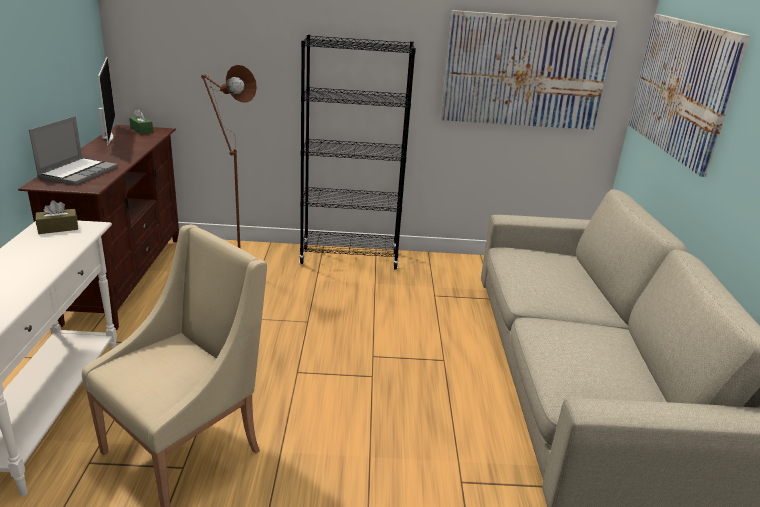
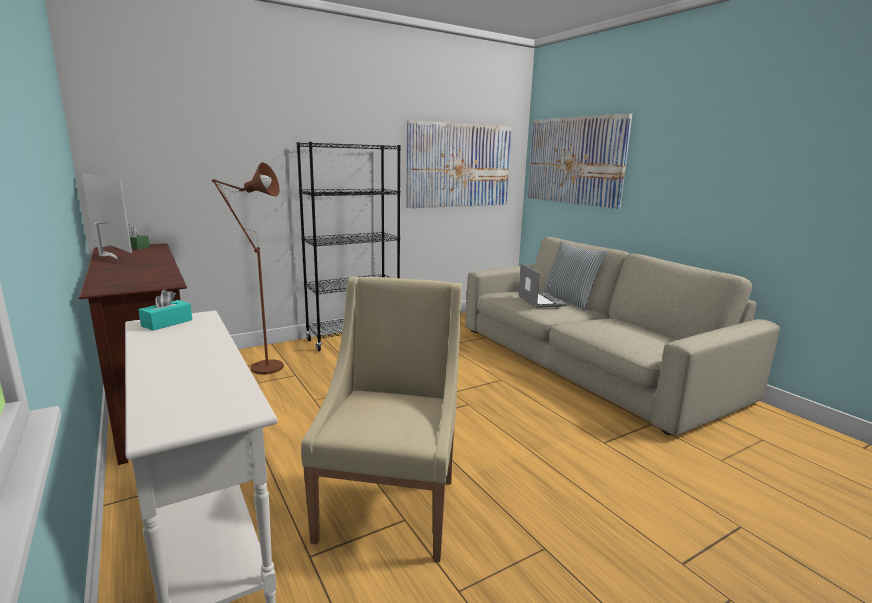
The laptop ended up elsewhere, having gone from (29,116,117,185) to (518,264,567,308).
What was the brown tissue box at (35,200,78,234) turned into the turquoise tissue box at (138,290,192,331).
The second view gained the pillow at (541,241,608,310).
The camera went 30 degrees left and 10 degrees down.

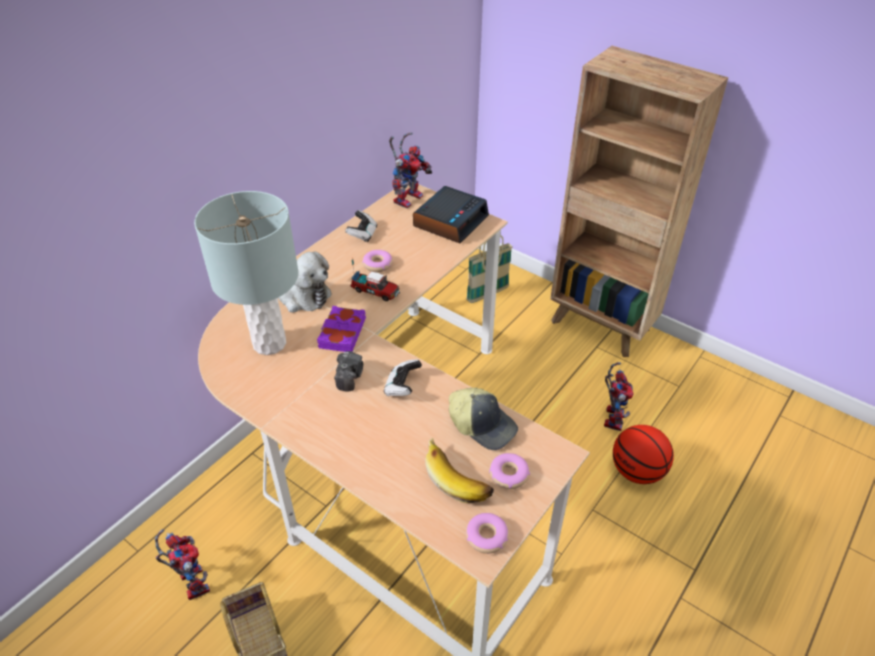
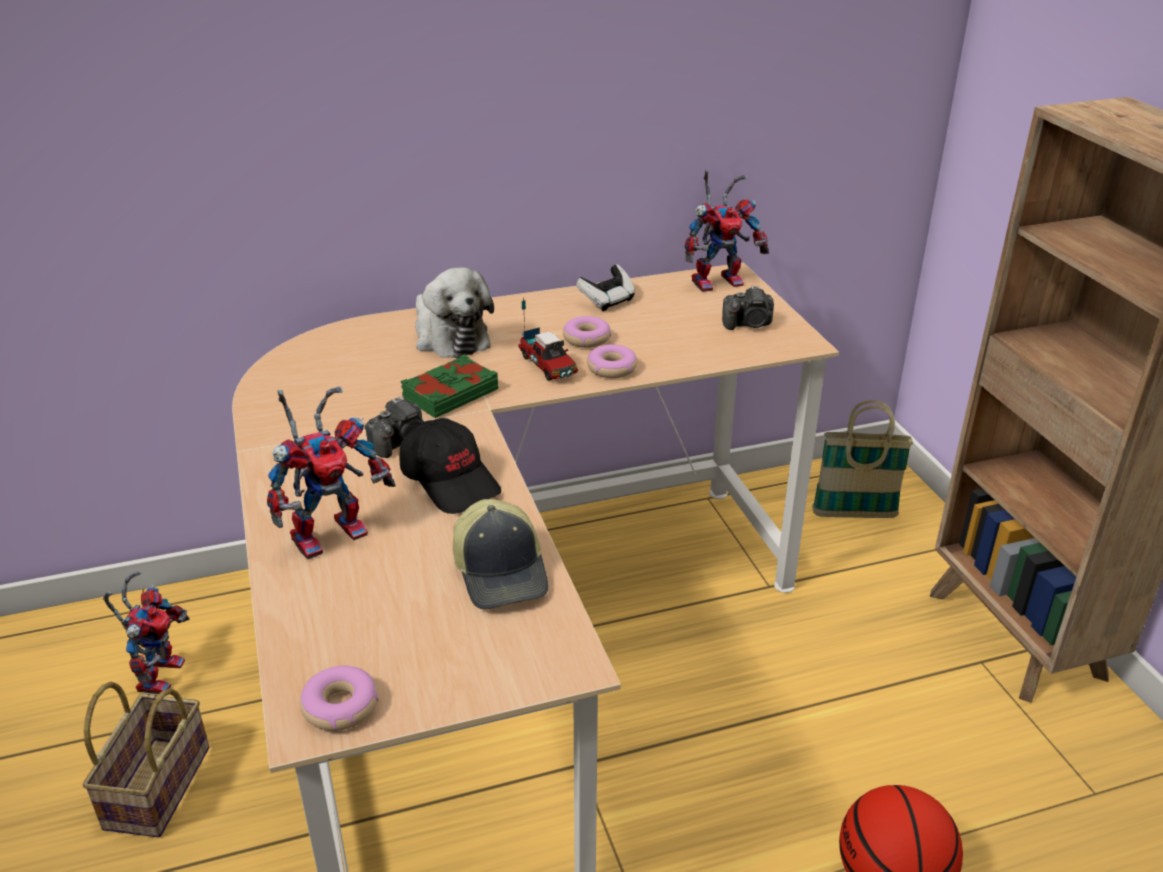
Where the alarm clock stood at (413,186,489,243), the photo camera came to stand at (722,286,774,330).
The second view lost the grey table lamp at (194,191,298,355).
What was the purple book at (317,306,366,352) turned into the green book at (400,355,498,418).
Where the game controller stood at (384,359,422,396), the black cap came to stand at (399,418,501,514).
The toy robot ended up elsewhere, having gone from (604,362,634,431) to (267,387,396,560).
The second view lost the banana at (425,438,494,503).
The donut ended up elsewhere, having gone from (489,453,530,489) to (587,344,638,378).
The camera went 35 degrees right and 10 degrees down.

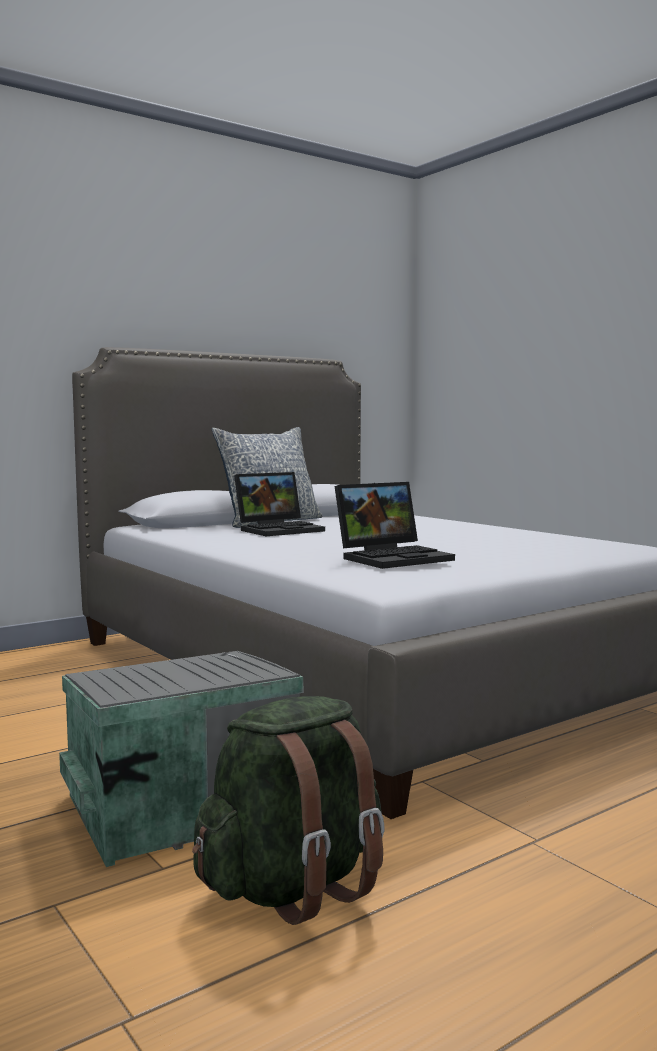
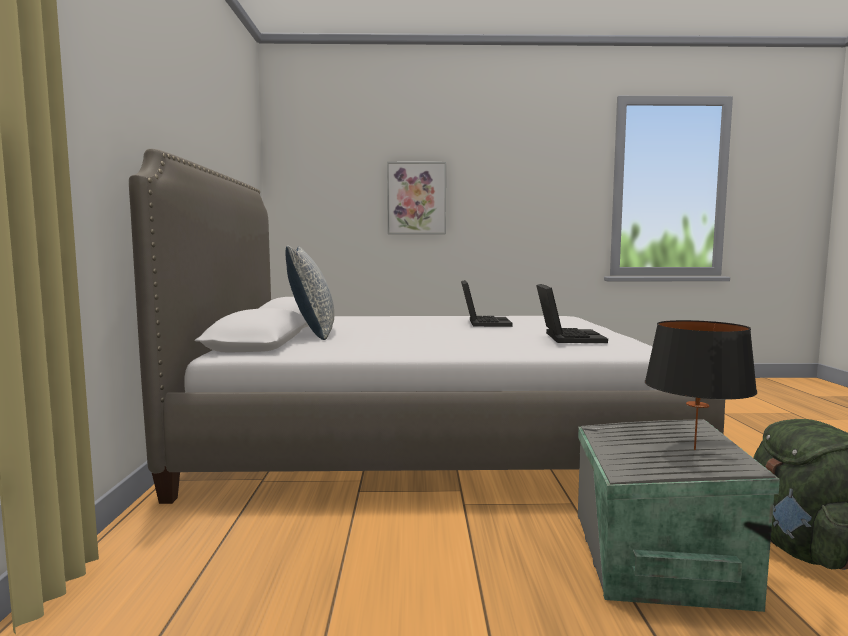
The laptop ended up elsewhere, having gone from (234,472,325,536) to (461,280,513,327).
The second view gained the picture at (387,162,446,234).
The second view gained the black table lamp at (645,320,757,450).
The camera went 55 degrees left and 0 degrees up.

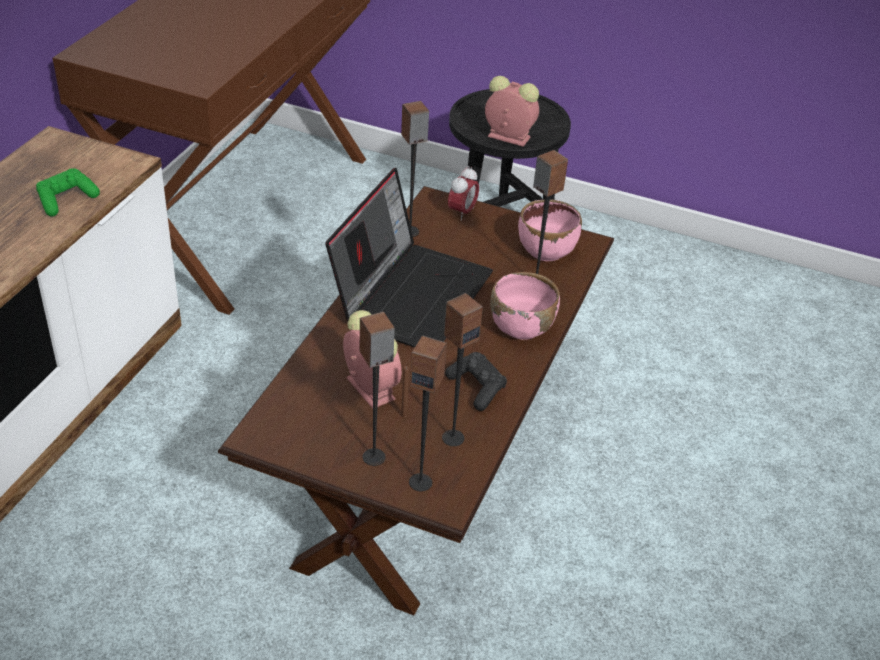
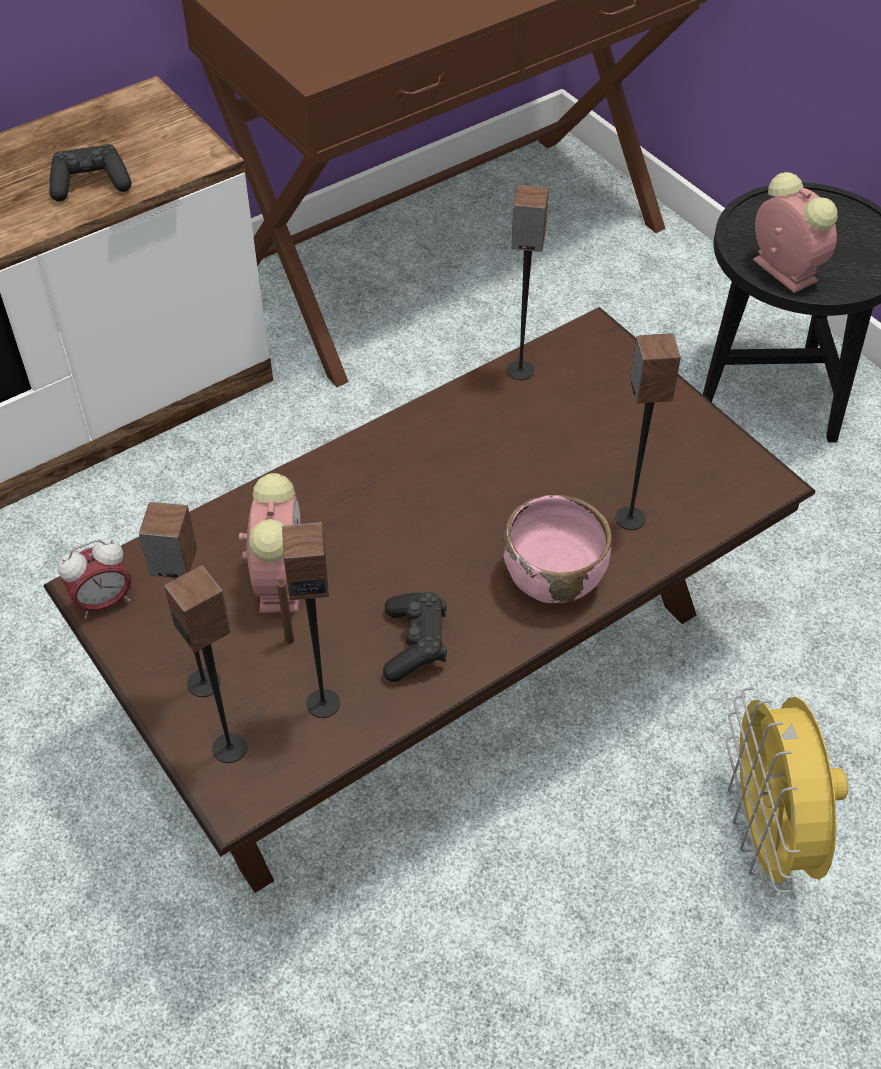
The alarm clock ended up elsewhere, having gone from (448,166,479,221) to (57,539,131,619).
What was the green game controller at (36,168,100,216) turned into the black game controller at (50,144,132,202).
The second view lost the laptop at (325,168,493,347).
The second view lost the pink bowl at (518,199,582,261).
The second view gained the yellow fan at (726,687,848,897).
The camera went 35 degrees right and 10 degrees up.

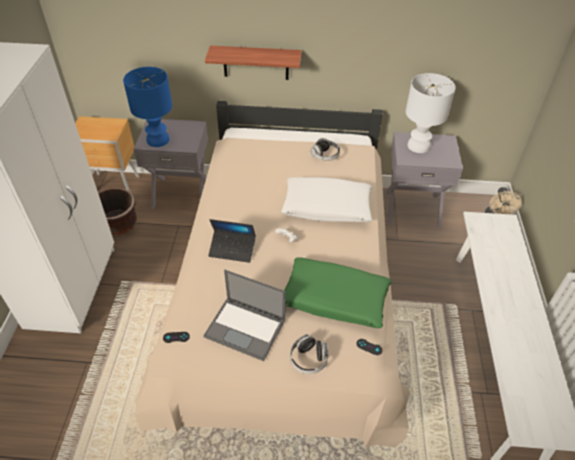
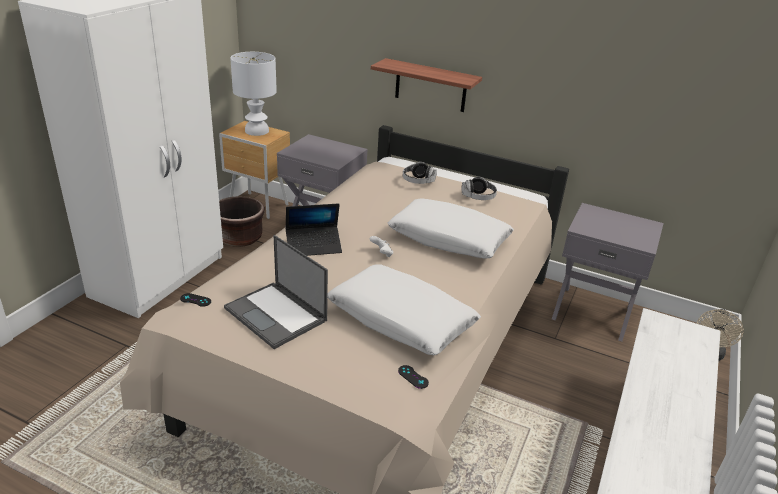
The second view lost the blue table lamp at (123,67,172,147).
The white table lamp ended up elsewhere, having gone from (406,73,456,153) to (230,52,277,136).
The laptop at (208,219,256,263) ended up facing another way, 45 degrees counterclockwise from before.
What was the green pillow at (284,257,392,328) turned into the white pillow at (327,264,481,355).
The headphones ended up elsewhere, having gone from (290,334,328,374) to (403,162,437,184).
The camera went 20 degrees right and 15 degrees down.

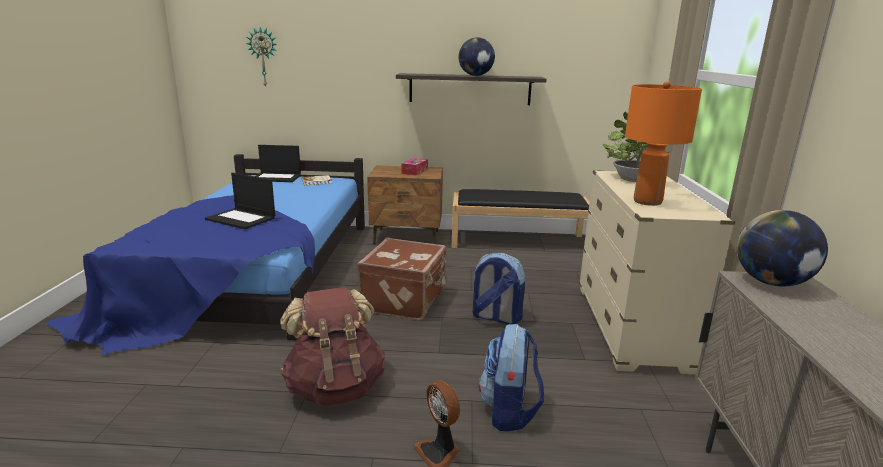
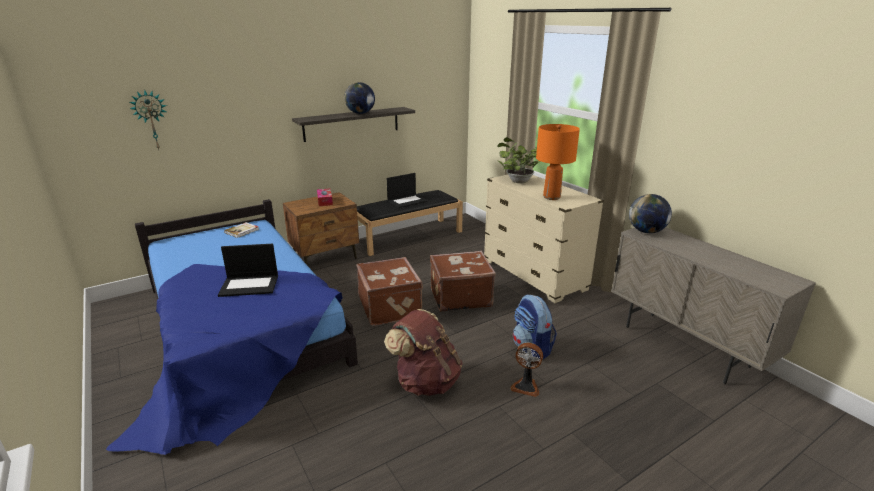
The laptop ended up elsewhere, having gone from (255,145,301,182) to (387,173,428,208).
Where the backpack stood at (472,253,525,325), the brown suitcase came to stand at (430,251,496,312).
The camera went 35 degrees left and 5 degrees up.

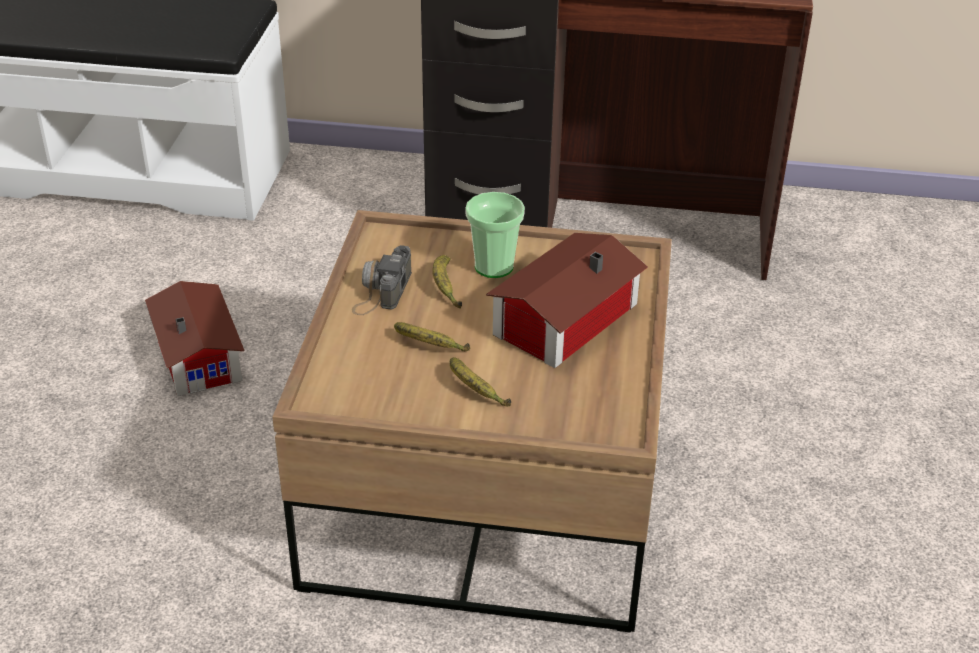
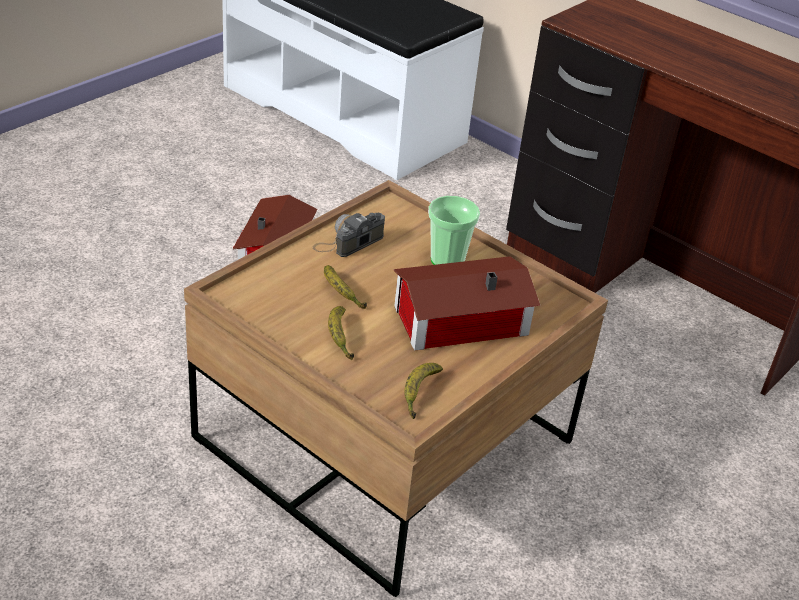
The banana ended up elsewhere, having gone from (432,255,462,309) to (404,363,443,419).
The camera went 30 degrees right and 0 degrees up.

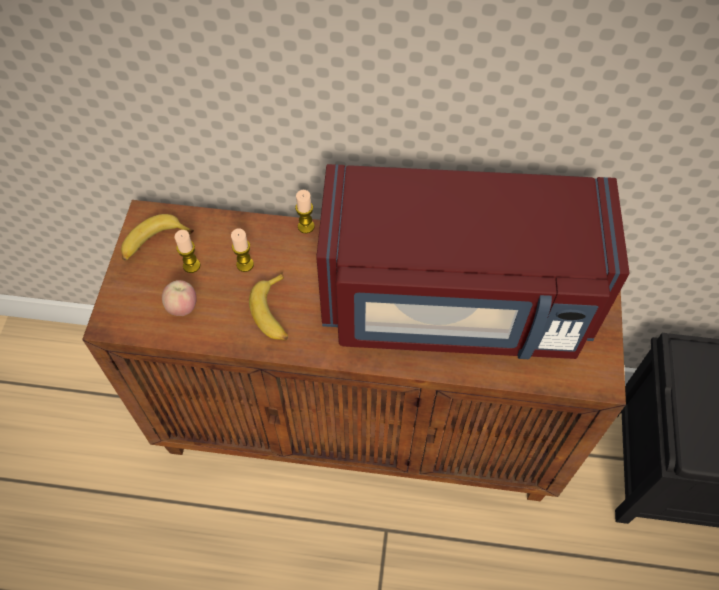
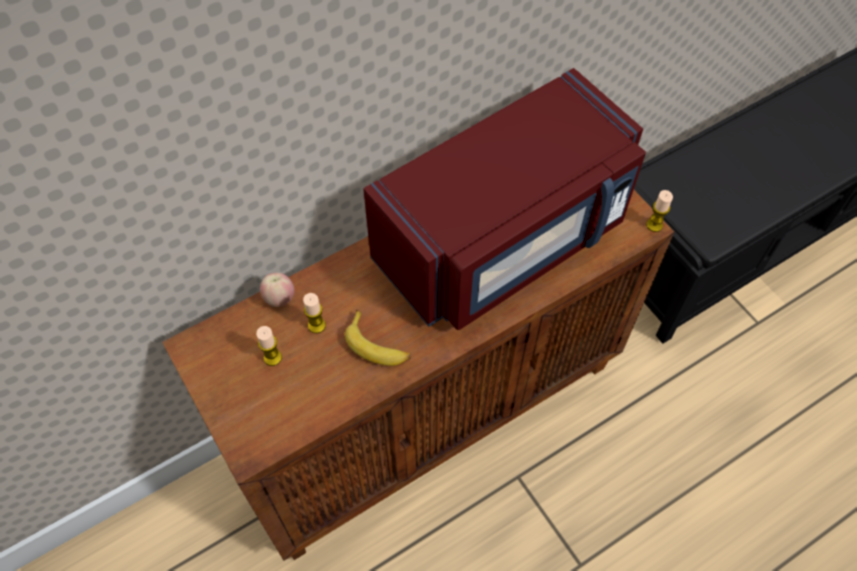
The candle ended up elsewhere, having gone from (295,190,315,233) to (646,190,673,232).
The second view lost the banana at (121,214,194,260).
The apple ended up elsewhere, having gone from (162,280,197,316) to (260,273,295,307).
The camera went 40 degrees left and 0 degrees up.

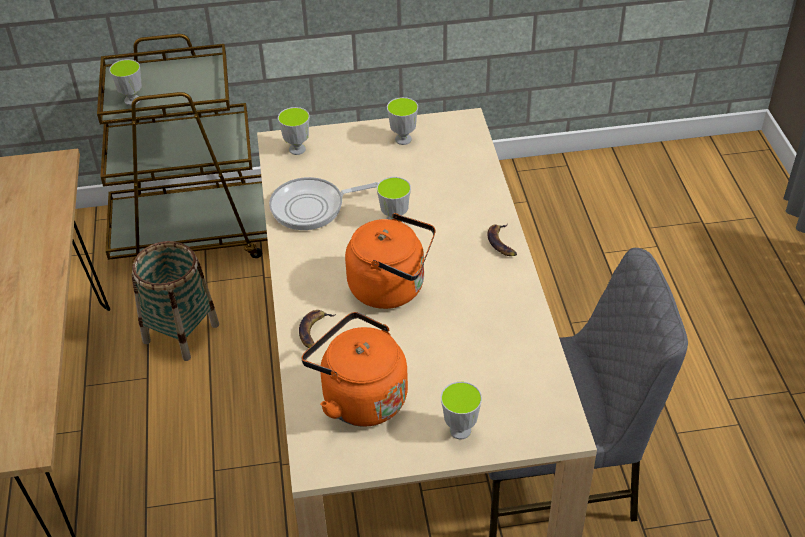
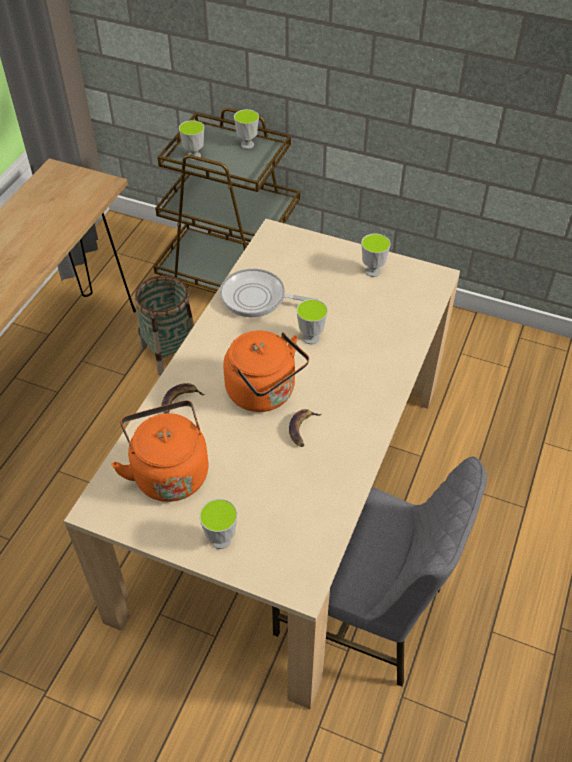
The cup ended up elsewhere, having gone from (278,107,310,155) to (234,109,259,149).
The banana ended up elsewhere, having gone from (487,224,517,256) to (289,409,321,447).
The camera went 30 degrees right and 5 degrees up.

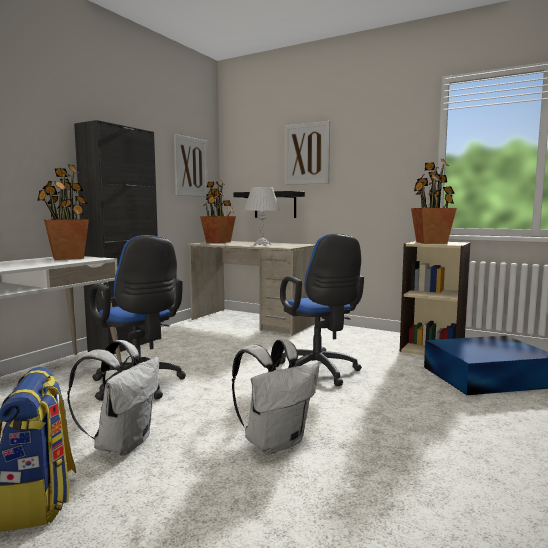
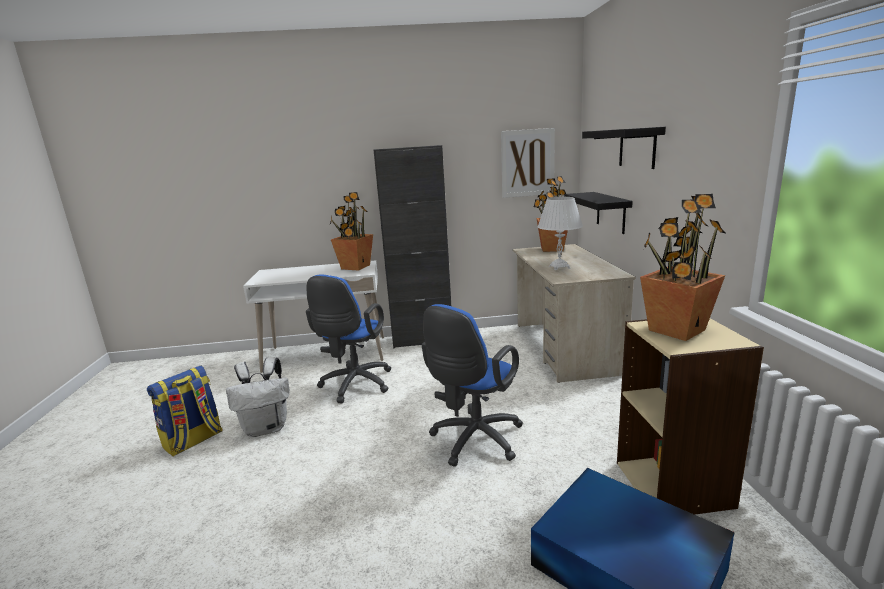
Where the picture hung at (285,121,330,185), the black shelf came to hang at (582,127,666,169).
The second view lost the white backpack at (232,339,319,454).
The camera went 55 degrees right and 10 degrees up.

